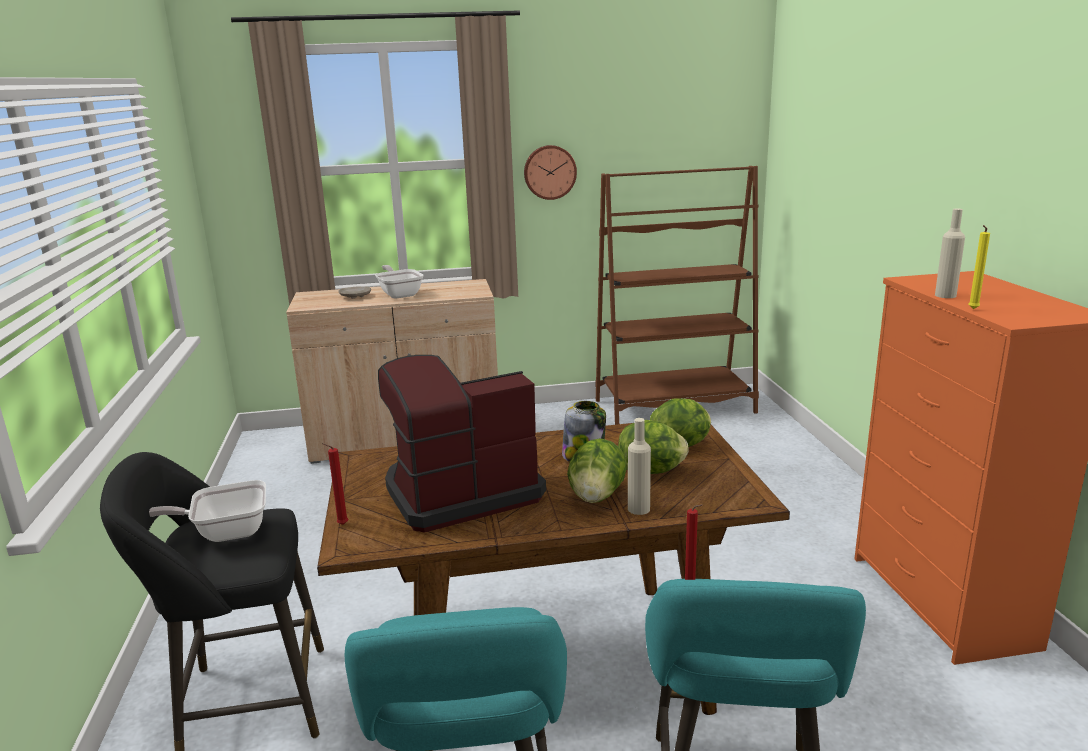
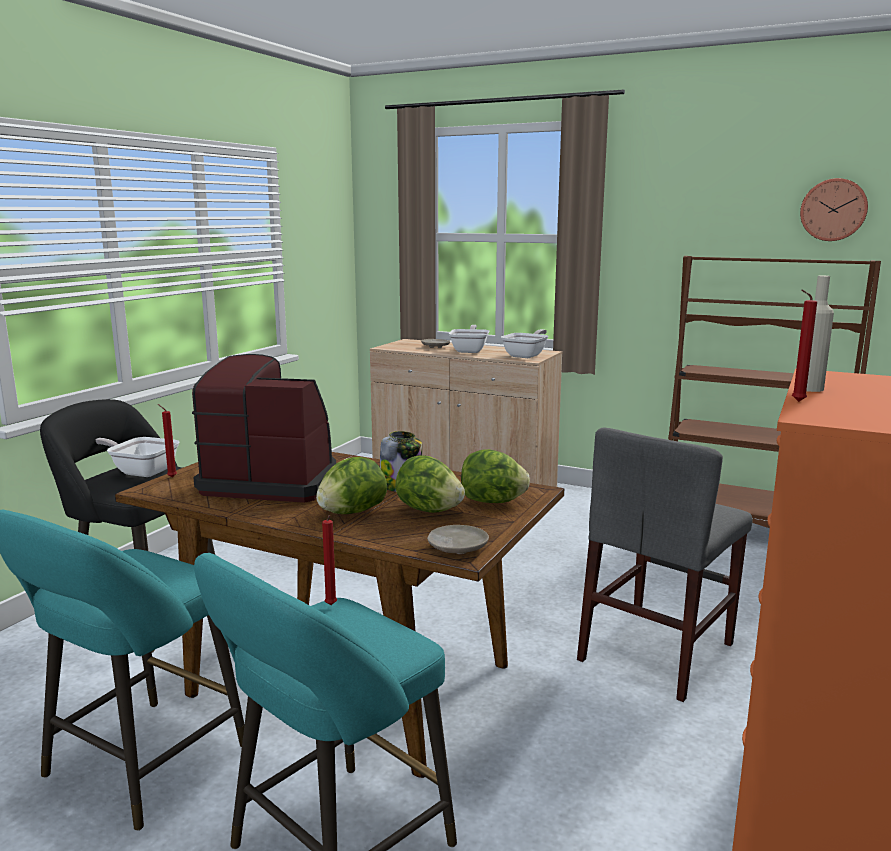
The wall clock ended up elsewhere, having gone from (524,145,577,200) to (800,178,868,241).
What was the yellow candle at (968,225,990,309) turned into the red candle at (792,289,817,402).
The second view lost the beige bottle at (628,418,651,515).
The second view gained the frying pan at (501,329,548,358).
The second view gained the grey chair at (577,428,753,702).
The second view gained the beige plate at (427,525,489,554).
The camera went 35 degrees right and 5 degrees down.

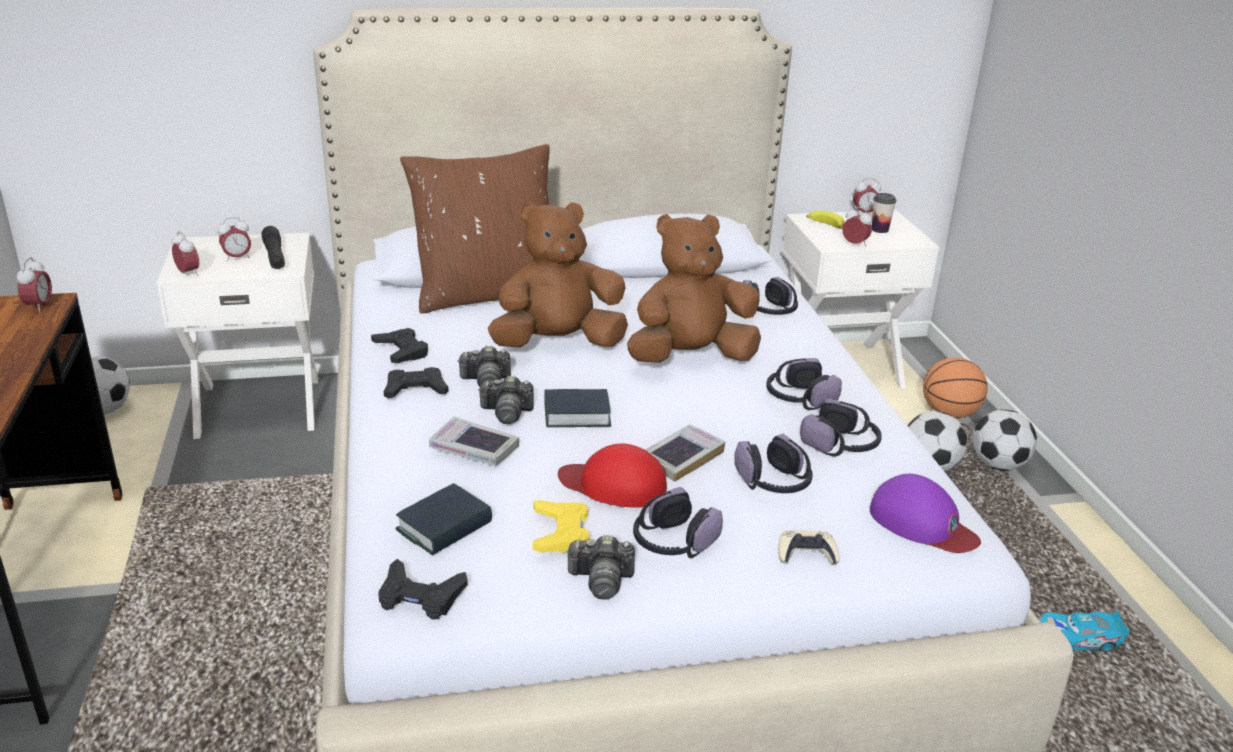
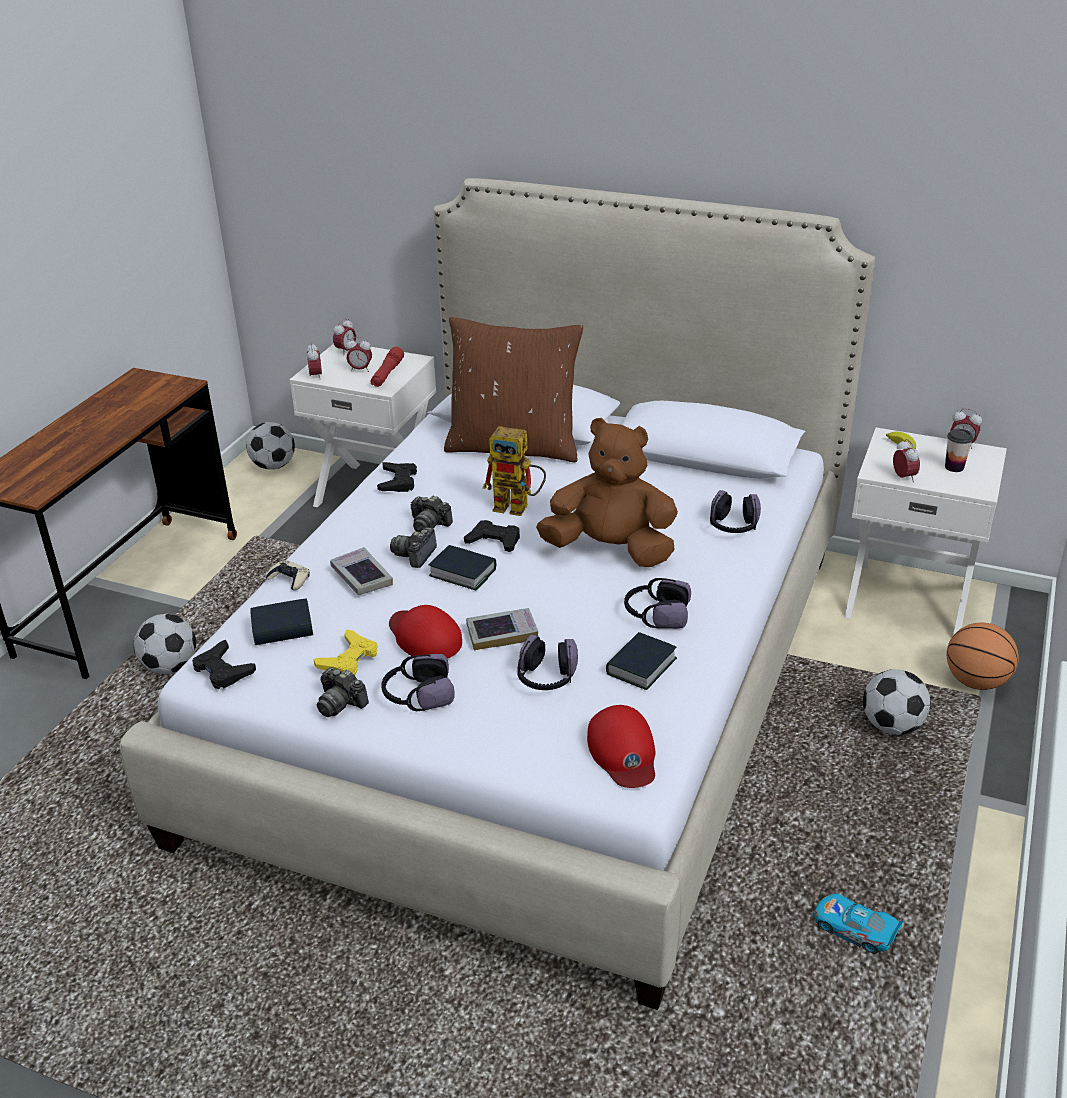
Where the brown plush toy stood at (488,201,628,348), the toy robot came to stand at (482,426,546,516).
What was the black flashlight at (261,226,285,269) turned into the red flashlight at (370,347,404,387).
The alarm clock ended up elsewhere, having gone from (17,257,52,313) to (333,318,356,355).
The black game controller ended up elsewhere, having gone from (384,367,448,398) to (464,520,520,552).
The photo camera at (478,375,534,424) ended up facing another way, 75 degrees clockwise from before.
Where the headphones stood at (800,399,882,457), the book came to stand at (606,632,677,690).
The football ended up elsewhere, having gone from (972,409,1037,471) to (133,614,196,674).
What was the purple cap at (870,474,981,553) turned into the red cap at (587,705,655,788).
The beige game controller ended up elsewhere, having gone from (778,530,840,565) to (265,560,310,591).
The camera went 35 degrees right and 5 degrees up.

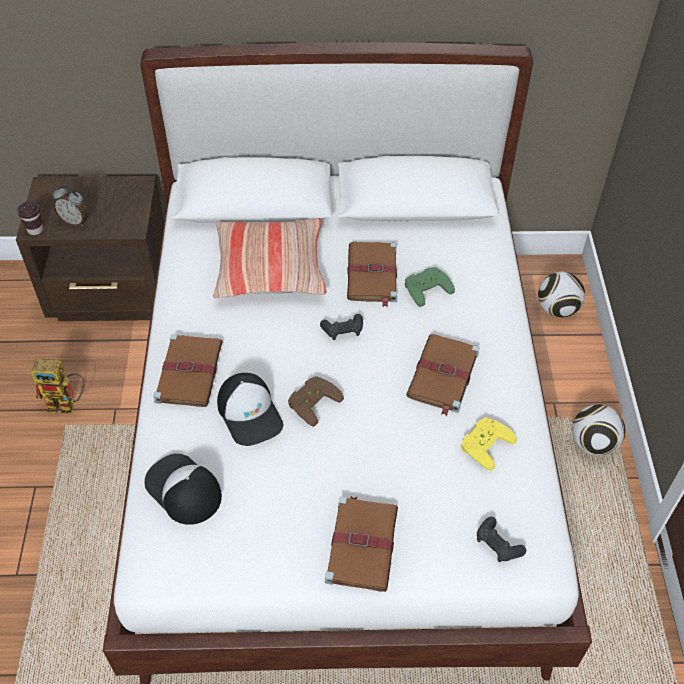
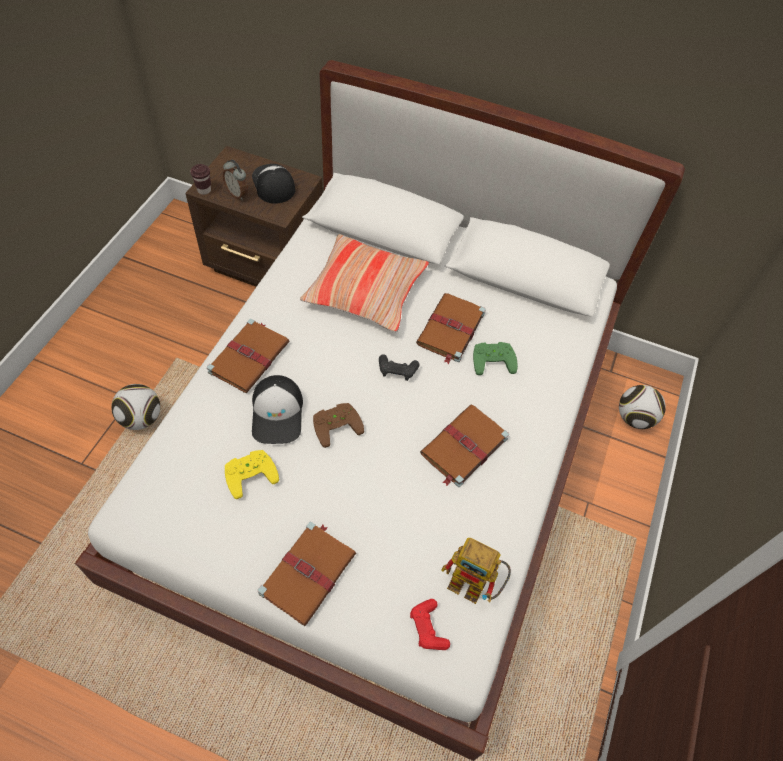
The toy robot ended up elsewhere, having gone from (31,358,85,414) to (441,538,511,604).
The football ended up elsewhere, having gone from (572,404,625,456) to (111,384,160,430).
The yellow game controller ended up elsewhere, having gone from (461,417,517,471) to (225,450,279,499).
The cap ended up elsewhere, having gone from (144,454,222,525) to (252,164,295,204).
What was the black game controller at (477,516,526,562) turned into the red game controller at (410,599,450,650).
The camera went 20 degrees right and 5 degrees up.

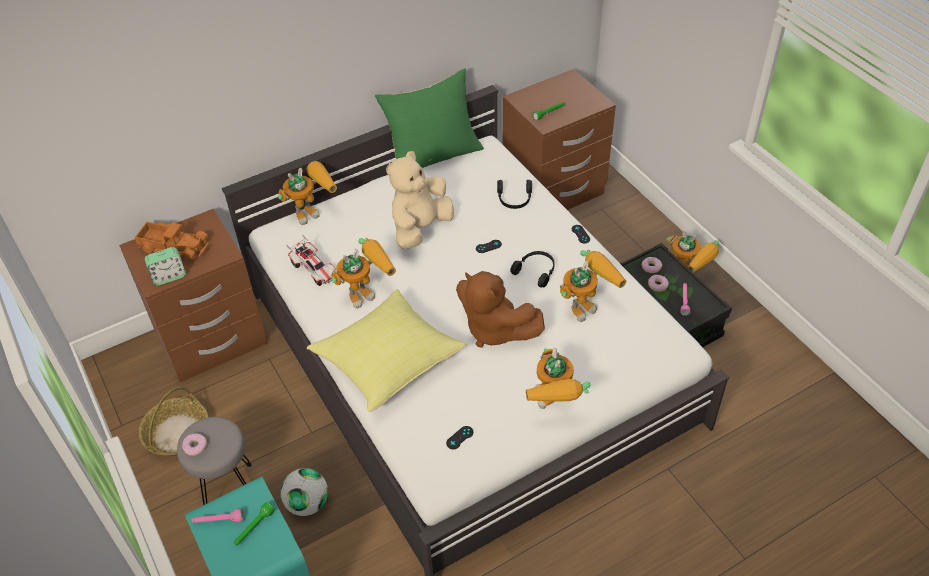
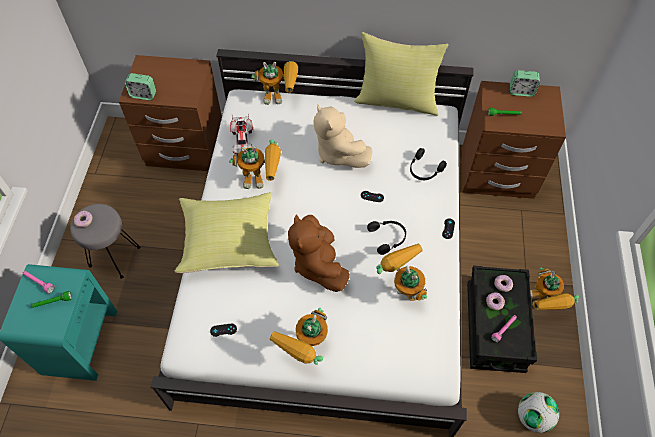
What was the green pillow at (374,68,484,168) turned into the yellow pillow at (354,32,448,116).
The beige plush toy at (386,151,454,249) ended up facing another way, 105 degrees counterclockwise from before.
The second view lost the toy truck at (134,222,209,261).
The toy robot at (560,250,627,322) ended up facing another way, 120 degrees counterclockwise from before.
The second view lost the basket at (139,387,208,456).
The football ended up elsewhere, having gone from (281,468,328,516) to (518,392,559,433).
The second view gained the alarm clock at (510,70,540,97).
The camera went 35 degrees right and 10 degrees up.

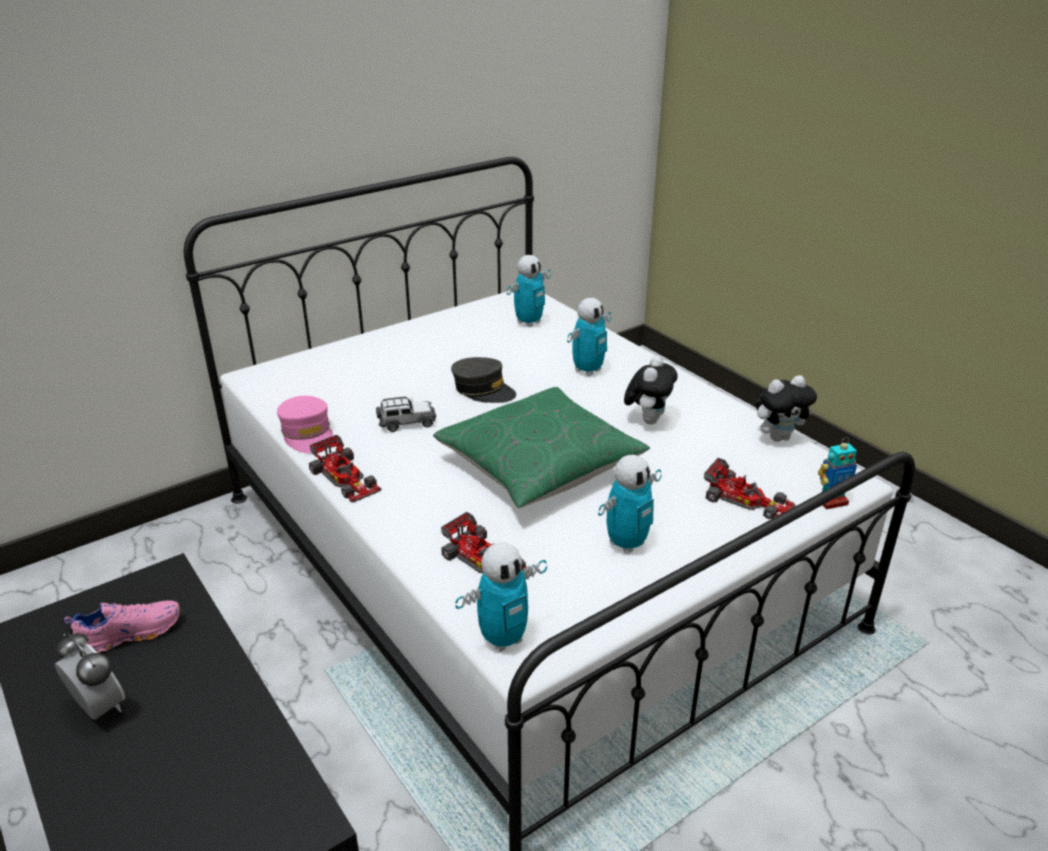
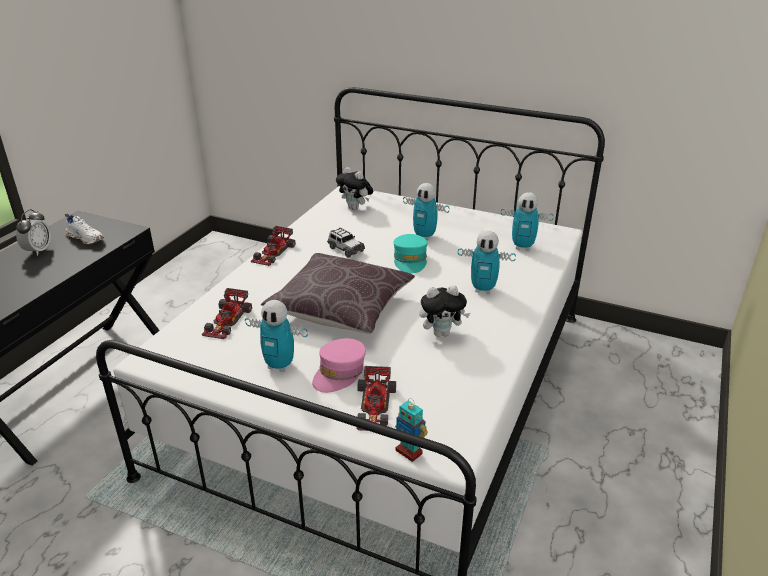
What was the grey cap at (451,357,516,403) turned into the turquoise cap at (394,234,428,273).
The plush toy ended up elsewhere, having gone from (755,375,817,442) to (336,167,373,210).
What was the green pillow at (433,387,650,508) turned into the brown pillow at (261,253,415,334).
The pink cap ended up elsewhere, having gone from (277,396,333,453) to (312,338,366,393).
The toy robot ended up elsewhere, having gone from (455,543,547,652) to (403,183,449,240).
What was the pink shoe at (64,601,180,653) turned into the white shoe at (65,213,104,244).
The camera went 60 degrees right and 0 degrees up.

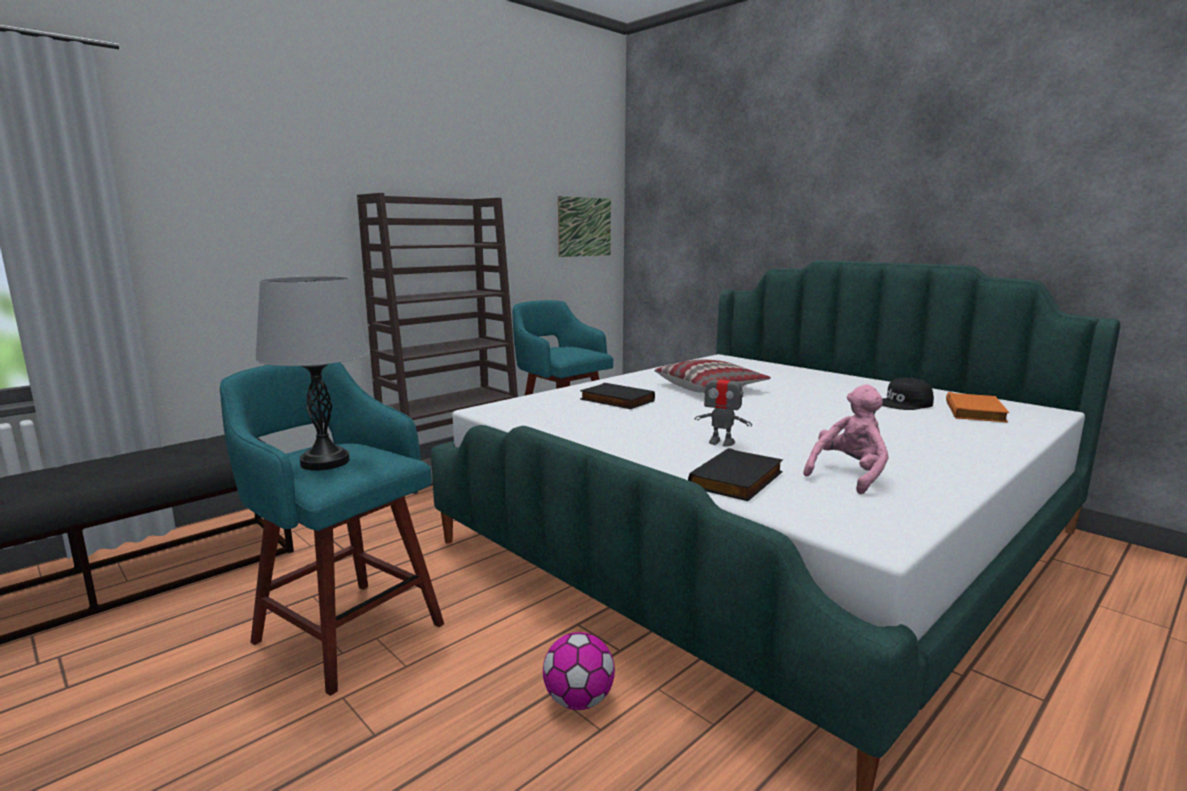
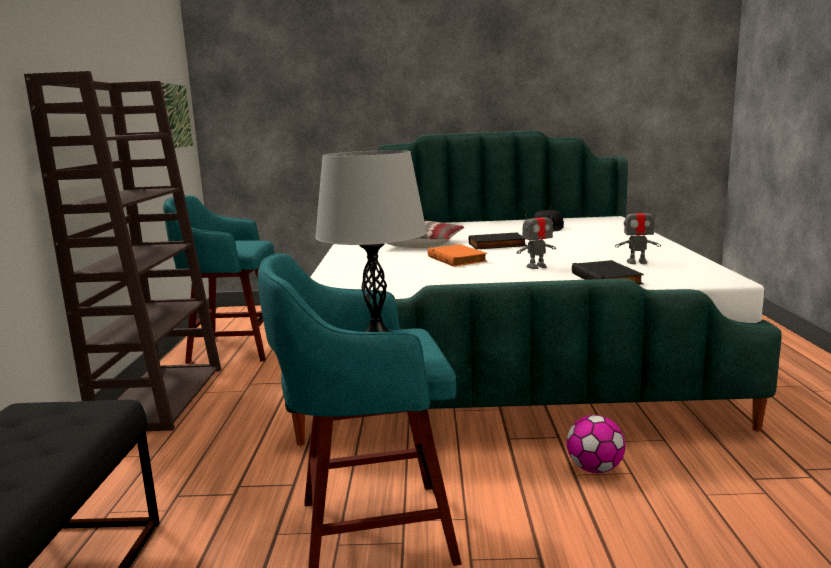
The black book ended up elsewhere, having gone from (580,383,655,409) to (469,232,527,250).
Where the pink plush toy stood at (803,384,889,494), the toy robot came to stand at (615,202,661,264).
The orange book ended up elsewhere, having gone from (946,392,1009,423) to (428,244,487,267).
The camera went 45 degrees left and 0 degrees up.

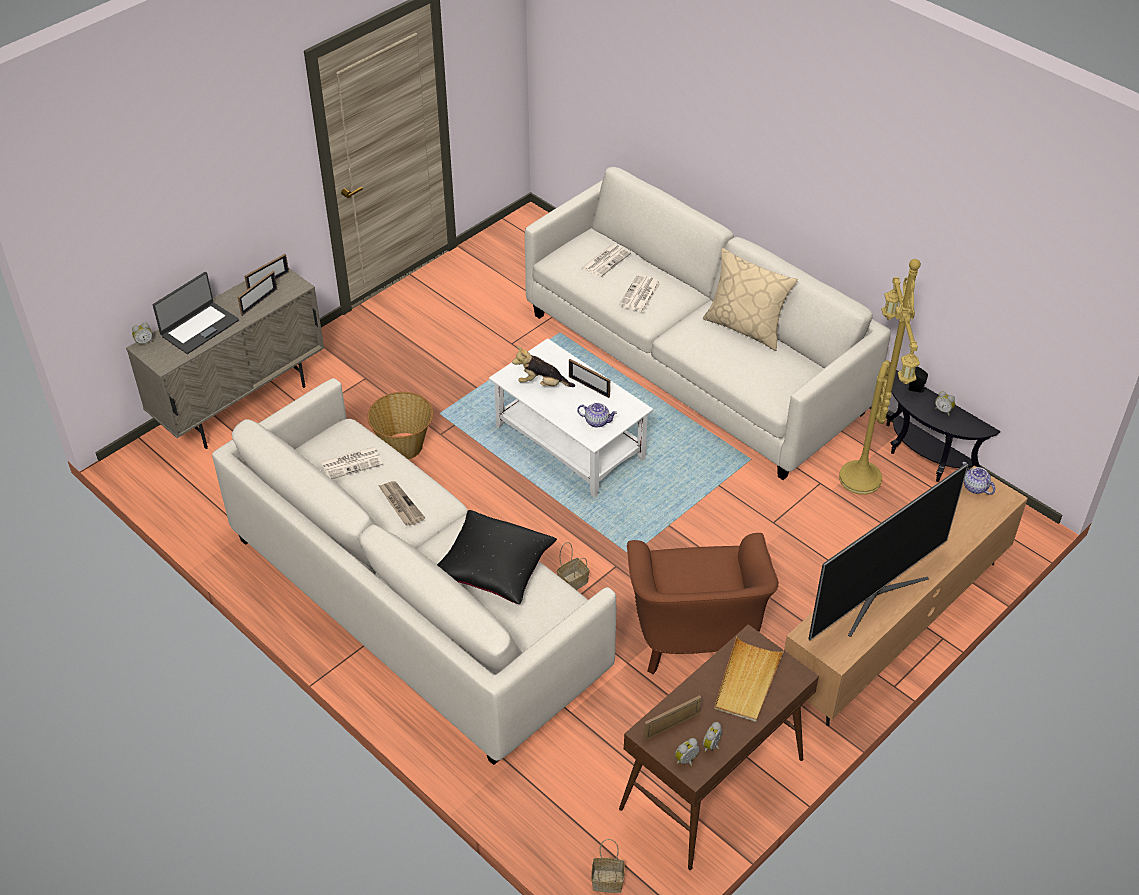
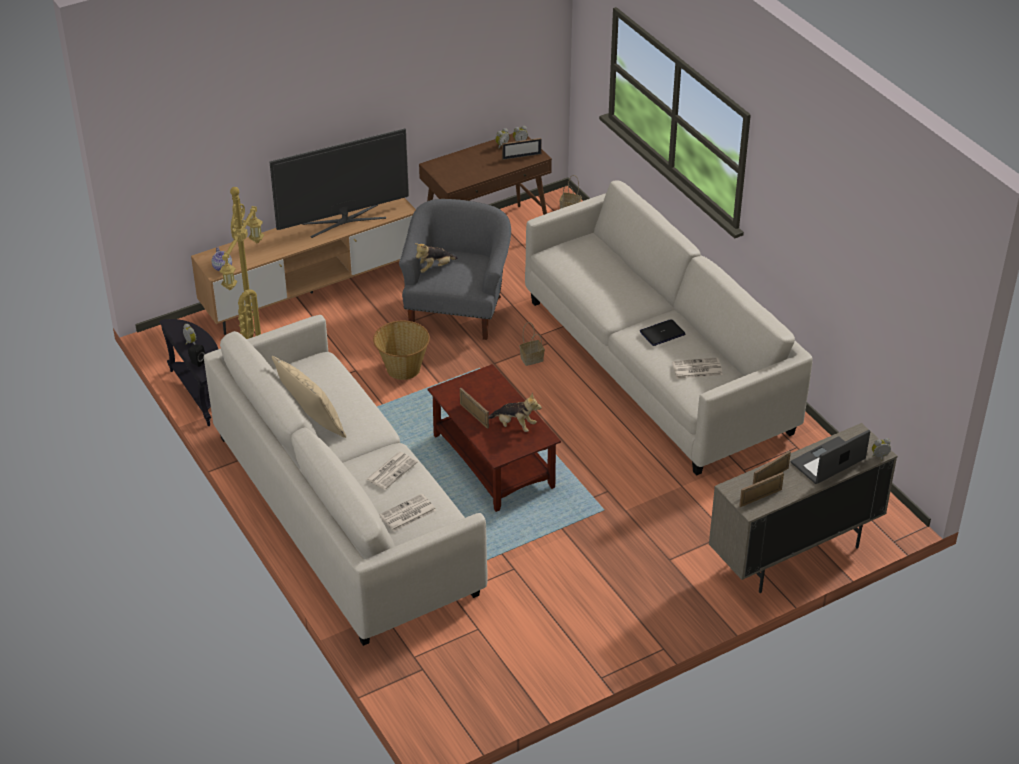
What was the white coffee table at (489,338,653,498) turned into the brown coffee table at (428,364,561,512).
The basket ended up elsewhere, having gone from (367,392,433,460) to (373,321,430,380).
The second view lost the teapot at (577,403,617,428).
Where the newspaper stood at (378,481,425,526), the laptop came to stand at (640,319,685,346).
The second view lost the black pillow at (437,510,557,604).
What was the brown armchair at (627,533,779,674) turned into the grey armchair at (399,199,511,340).
The second view lost the beige tray at (714,636,784,722).
The second view gained the plush toy at (415,243,458,273).
The camera went 165 degrees left and 5 degrees down.

